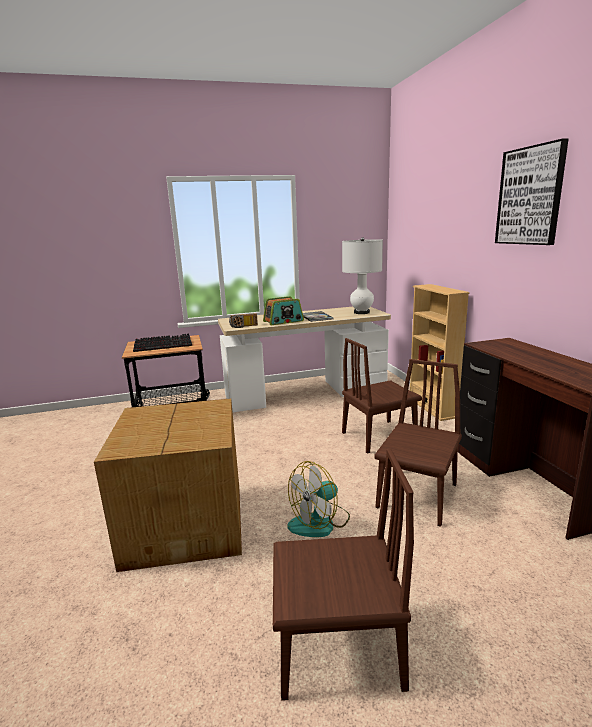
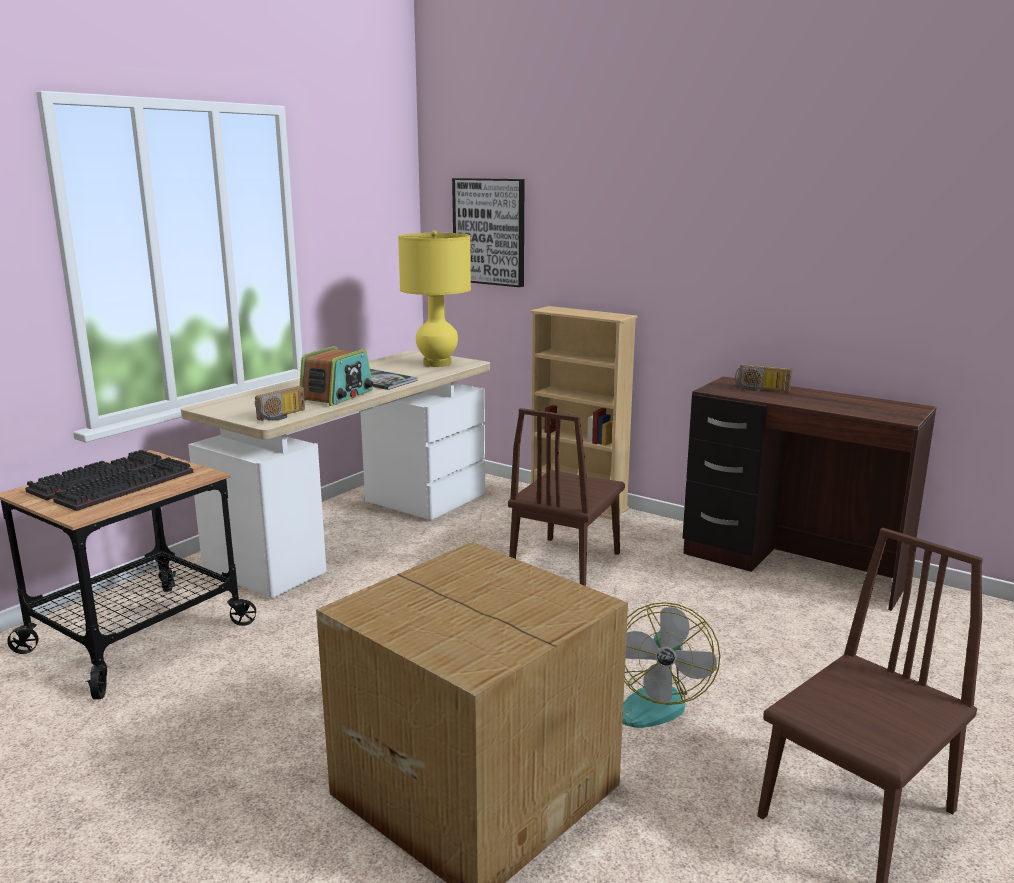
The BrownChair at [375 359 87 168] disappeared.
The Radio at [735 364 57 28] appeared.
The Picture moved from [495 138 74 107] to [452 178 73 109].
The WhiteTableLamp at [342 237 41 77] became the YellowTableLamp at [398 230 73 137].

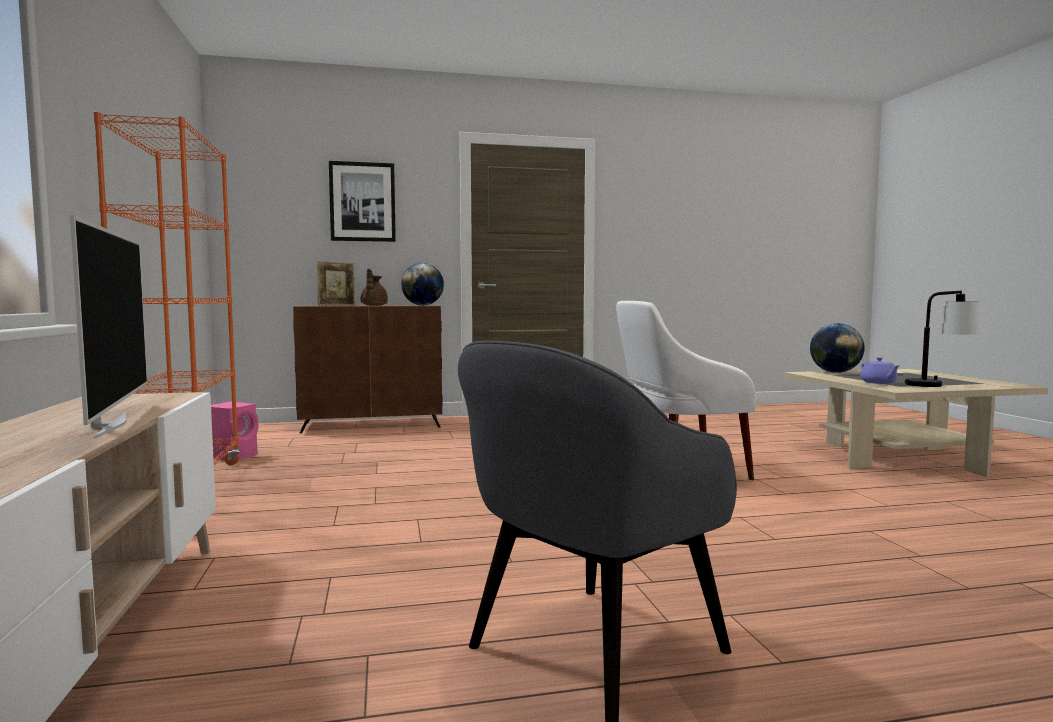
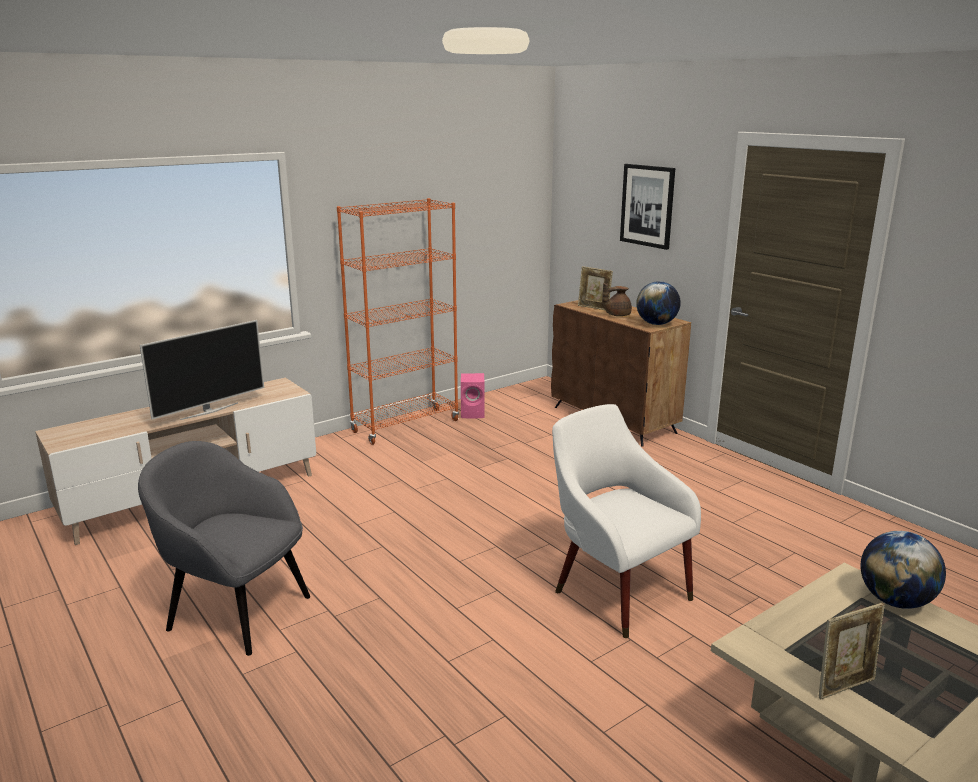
The PurpleTeapot at [860 357 39 27] disappeared.
The TableLamp at [905 291 75 96] was replaced by the PictureFrame at [819 603 66 96].

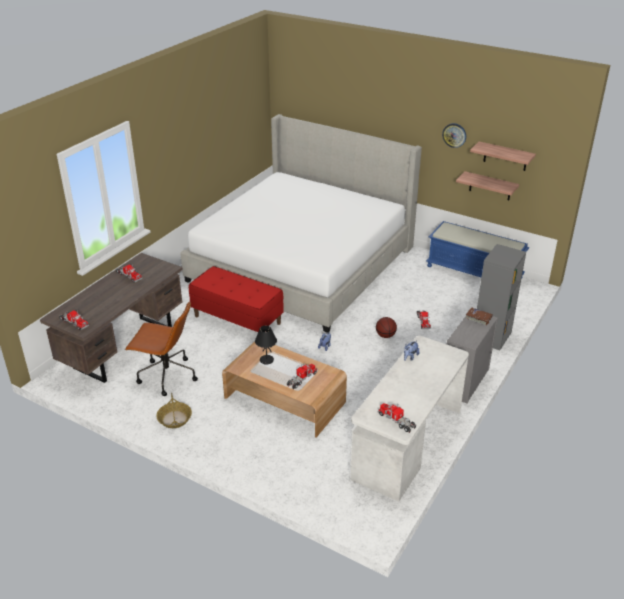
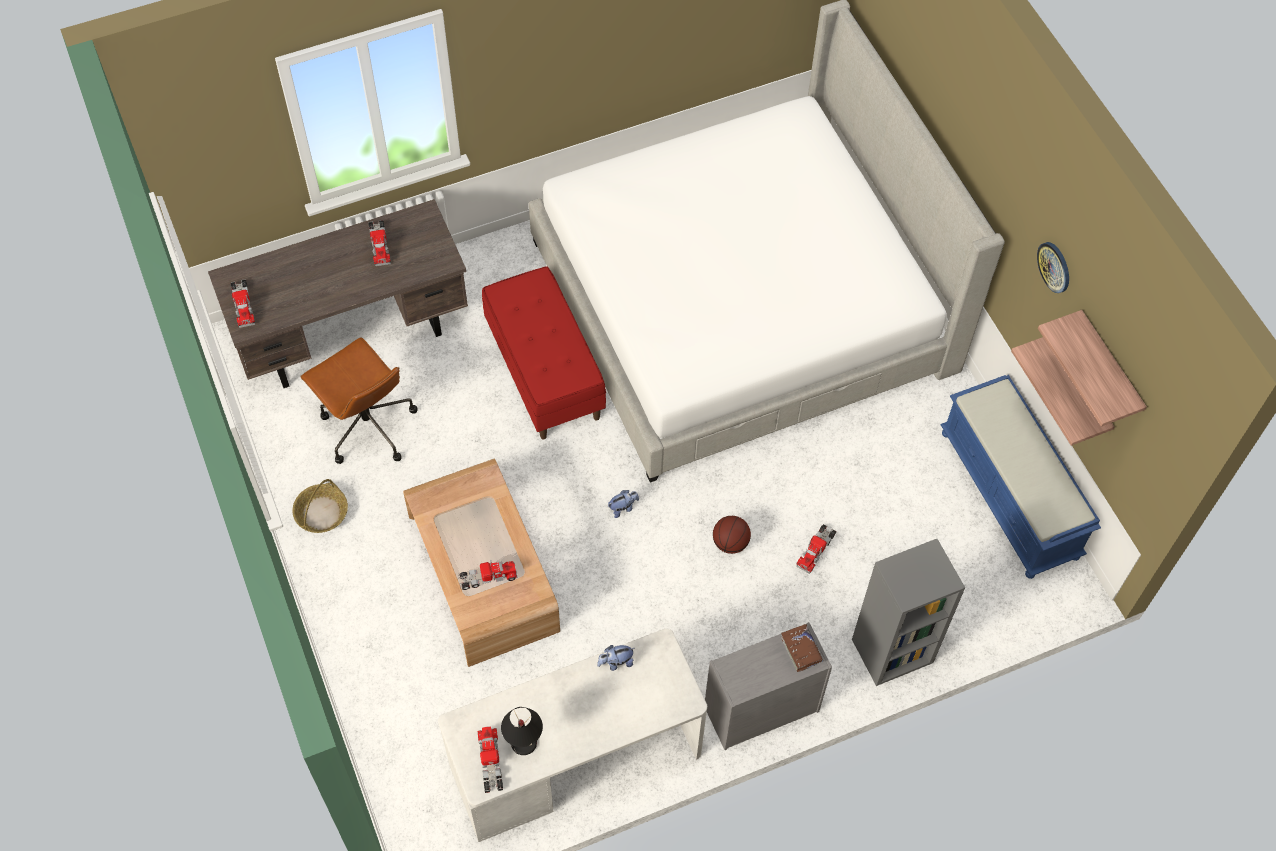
The BlackTableLamp moved from [255 325 22 40] to [501 707 42 48].

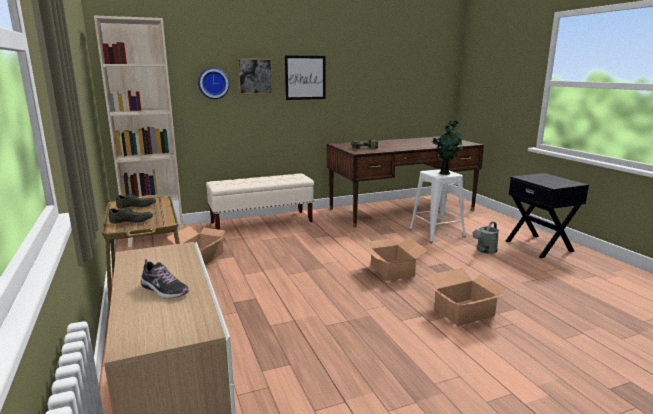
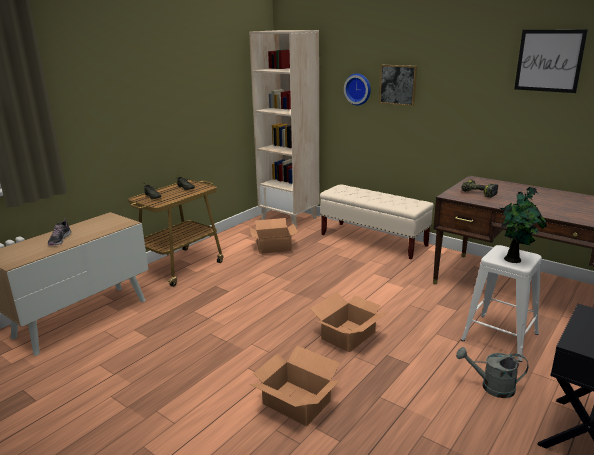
The Picture moved from [285 55 40 45] to [514 30 74 63].

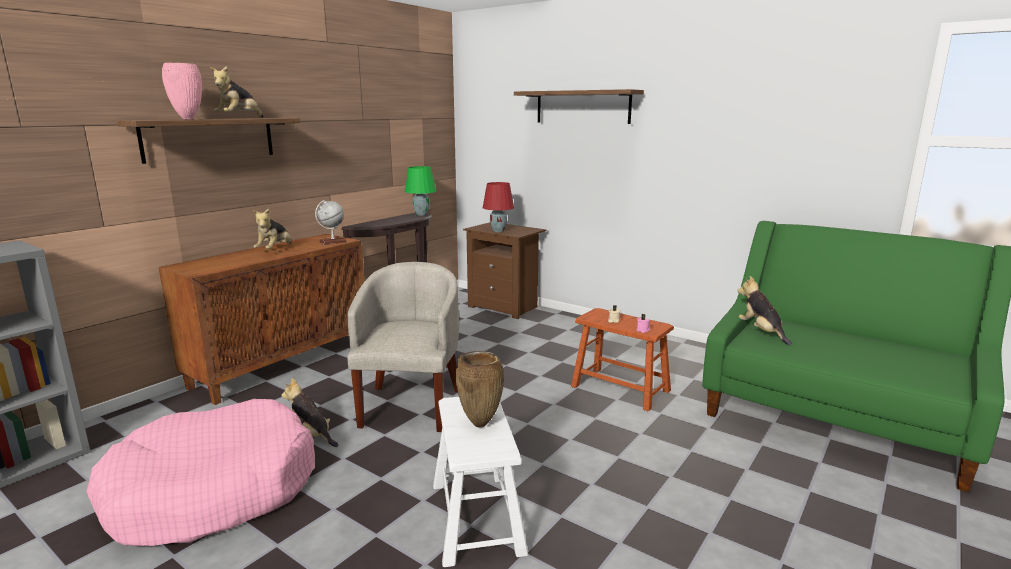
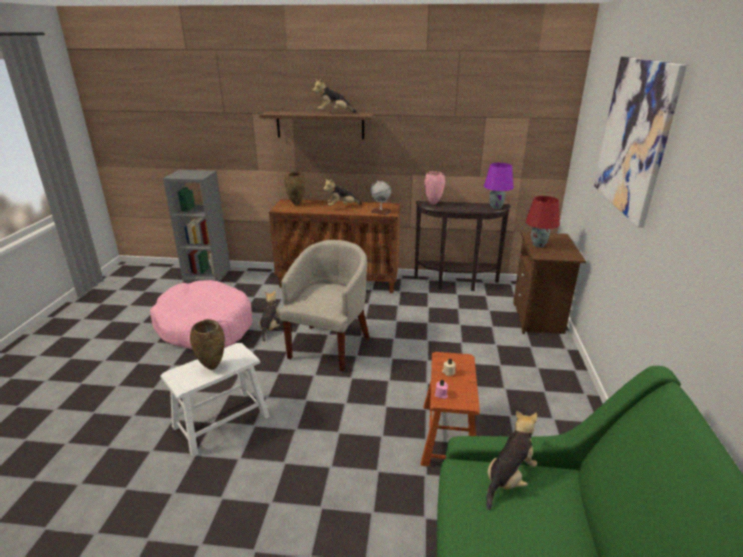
The BrownVase at [285 172 21 33] appeared.
The PinkVase moved from [162 63 40 56] to [424 171 21 34].
The Shelf at [514 89 130 35] was replaced by the Picture at [594 57 93 171].
The GreenTableLamp at [405 166 31 50] became the PurpleTableLamp at [484 163 29 46].
The BeigeArmchair at [347 262 112 170] turned 45 degrees counterclockwise.

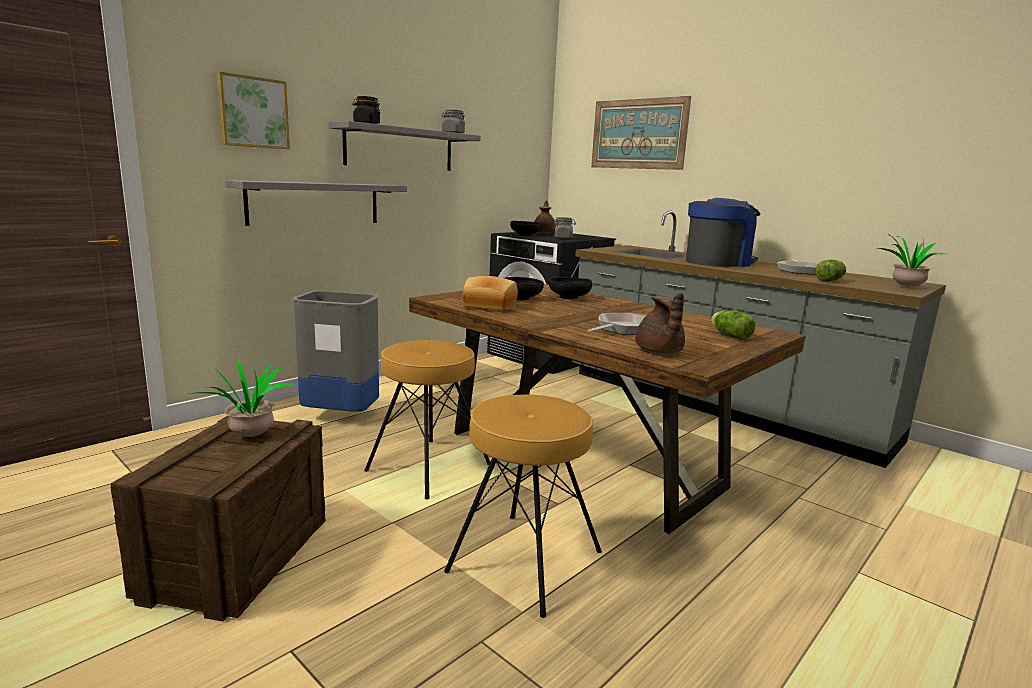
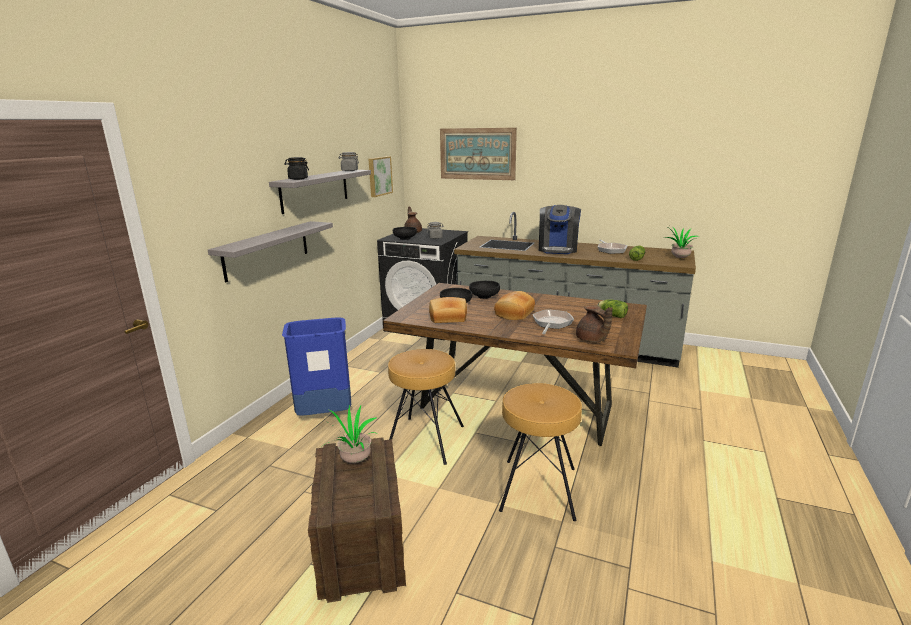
The Bread at [494 291 41 29] appeared.
The Picture moved from [216 71 74 78] to [369 156 24 41].
The GreyTrashCan at [292 291 88 121] became the BlueTrashCan at [282 317 69 99].
The CoffeeMachine at [686 198 74 69] turned 150 degrees clockwise.

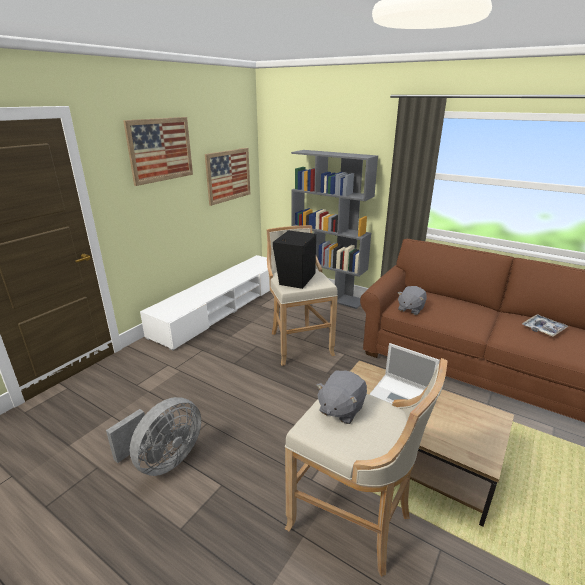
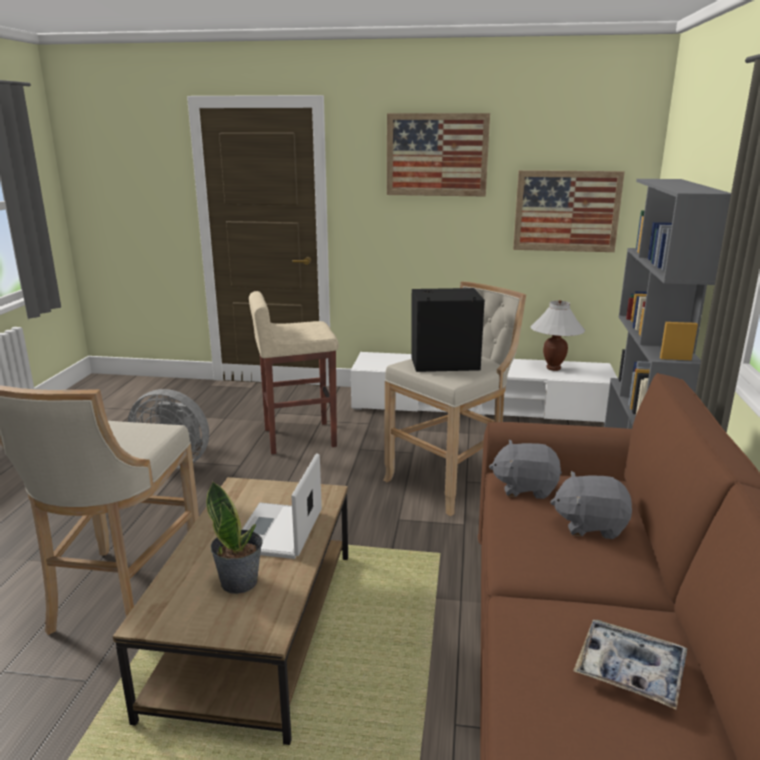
The PottedPlant at [206 481 57 113] appeared.
The BeigeStool at [249 291 90 163] appeared.
The WhiteTableLamp at [530 300 55 71] appeared.
The GreyPlushToy moved from [316 370 51 54] to [550 471 82 68].

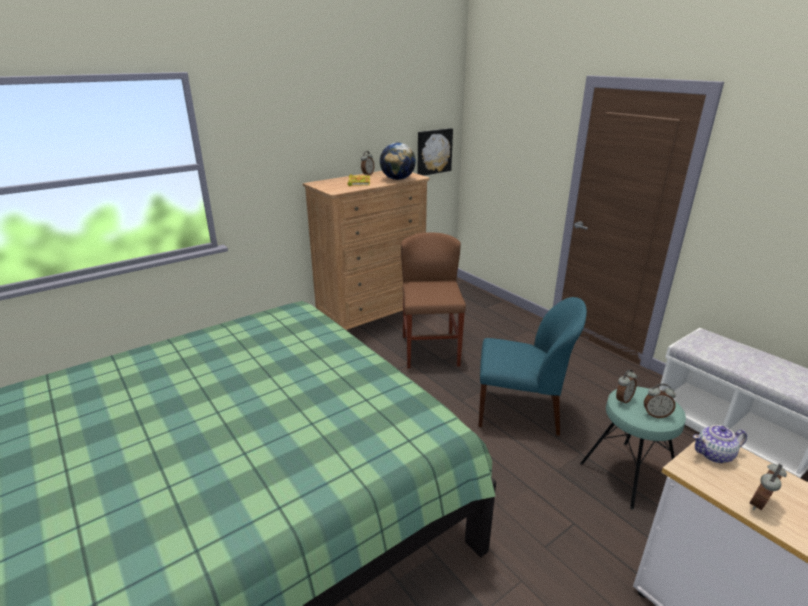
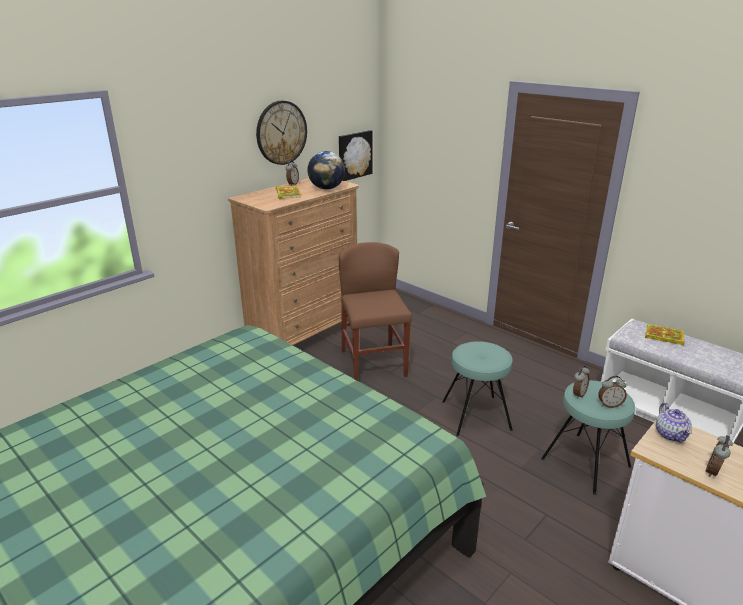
The WallClock at [256 101 51 64] appeared.
The Book at [645 324 40 22] appeared.
The BlueChair at [478 297 109 139] was replaced by the TurquoiseStool at [442 341 71 95].
The Teapot at [693 425 54 38] turned 75 degrees counterclockwise.

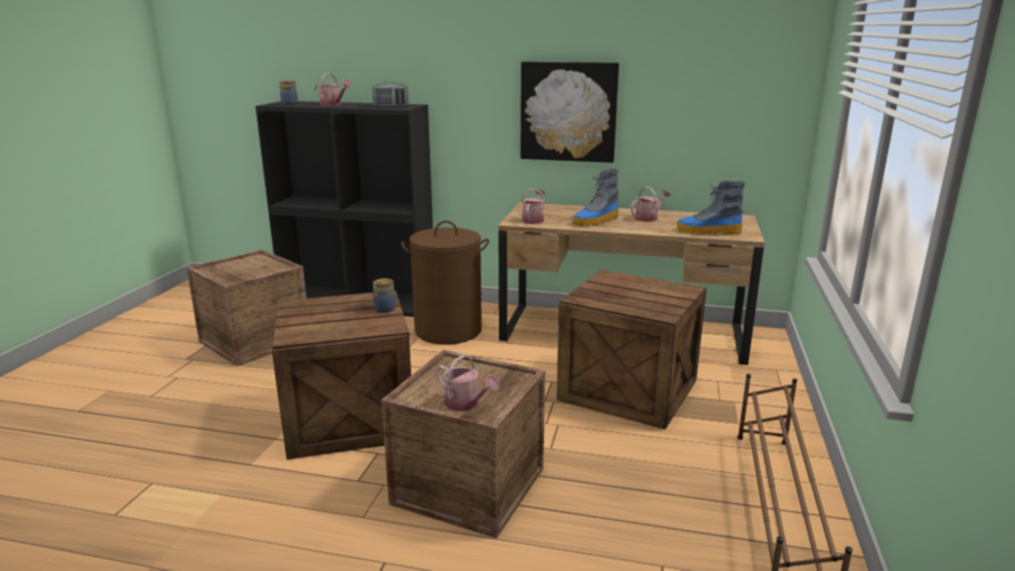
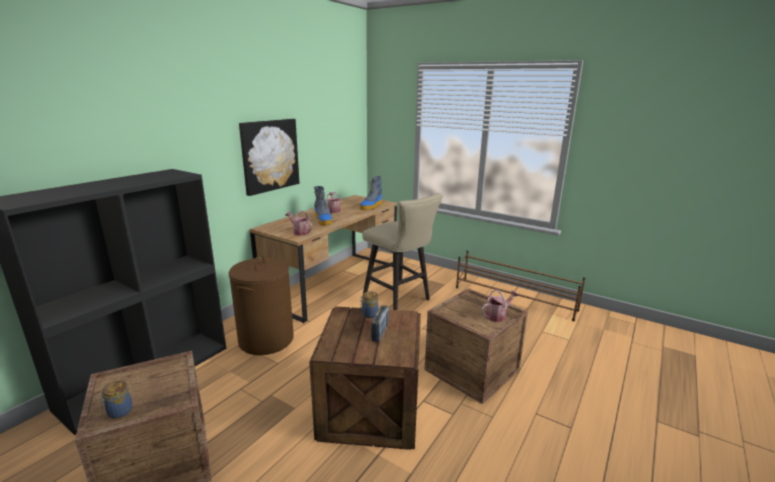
The WateringCan at [314 73 38 33] disappeared.
The Jar moved from [280 80 18 25] to [99 381 34 38].
The Radio moved from [372 83 37 24] to [371 305 18 37].
The Crate at [557 270 150 159] was replaced by the BeigeStool at [362 193 81 117].

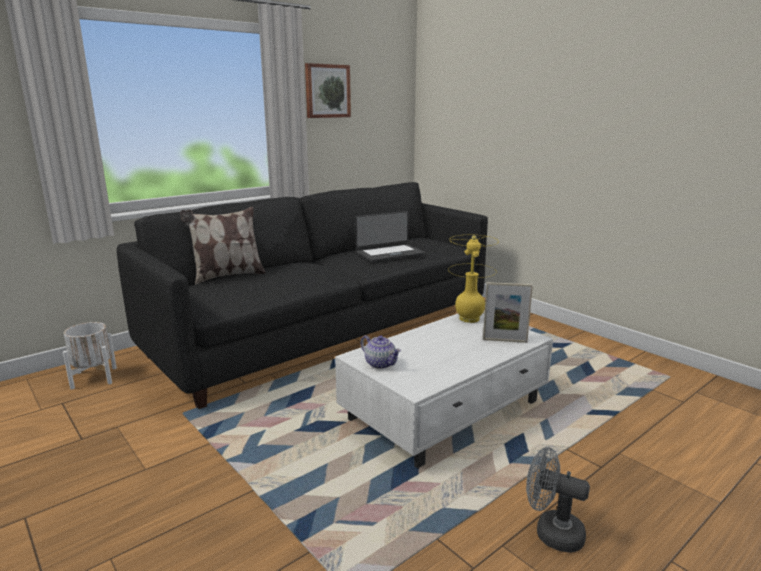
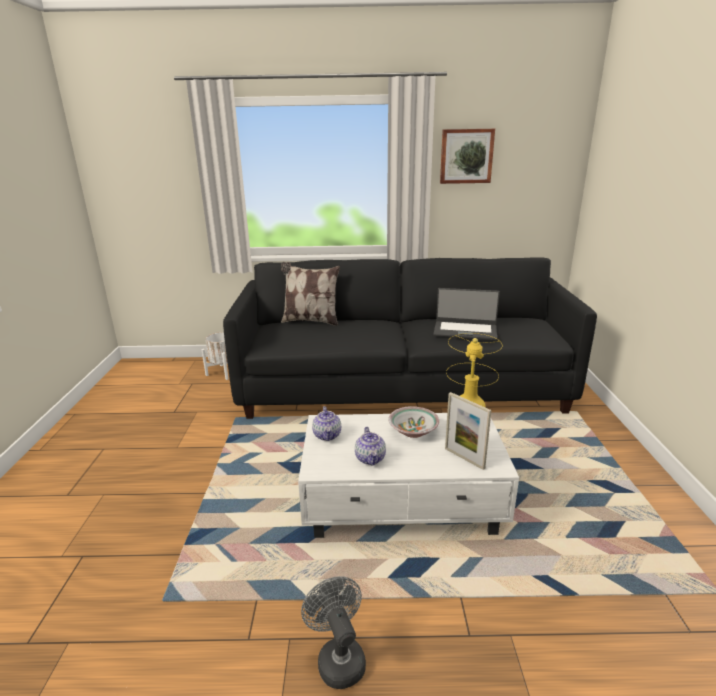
The Teapot at [355 427 31 39] appeared.
The Bowl at [388 406 51 32] appeared.

